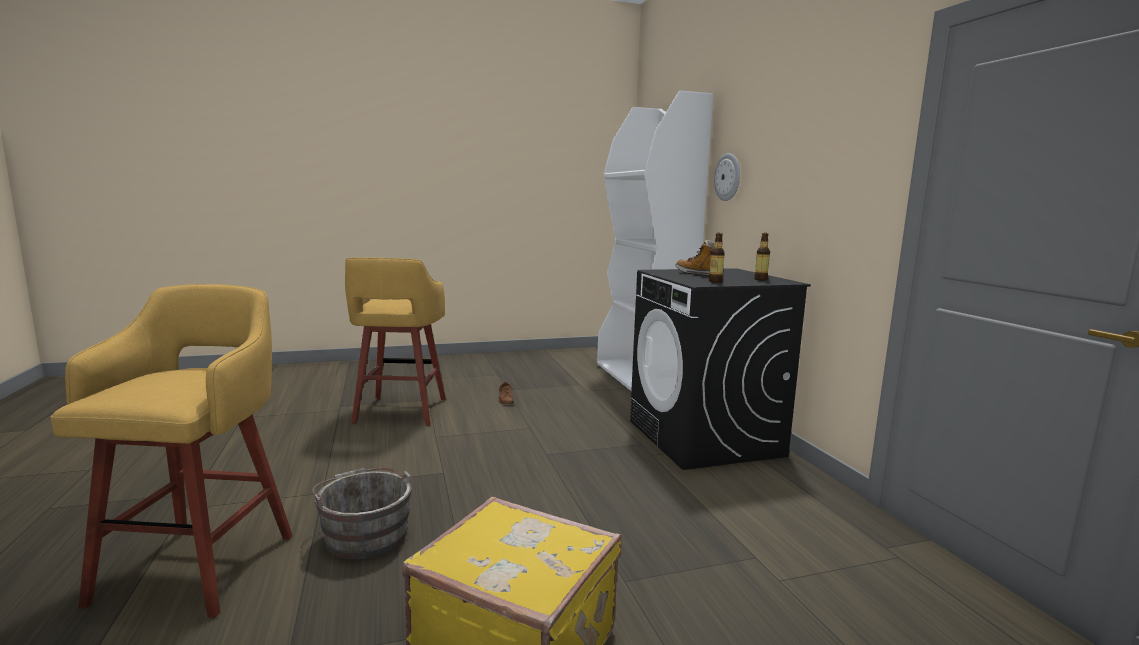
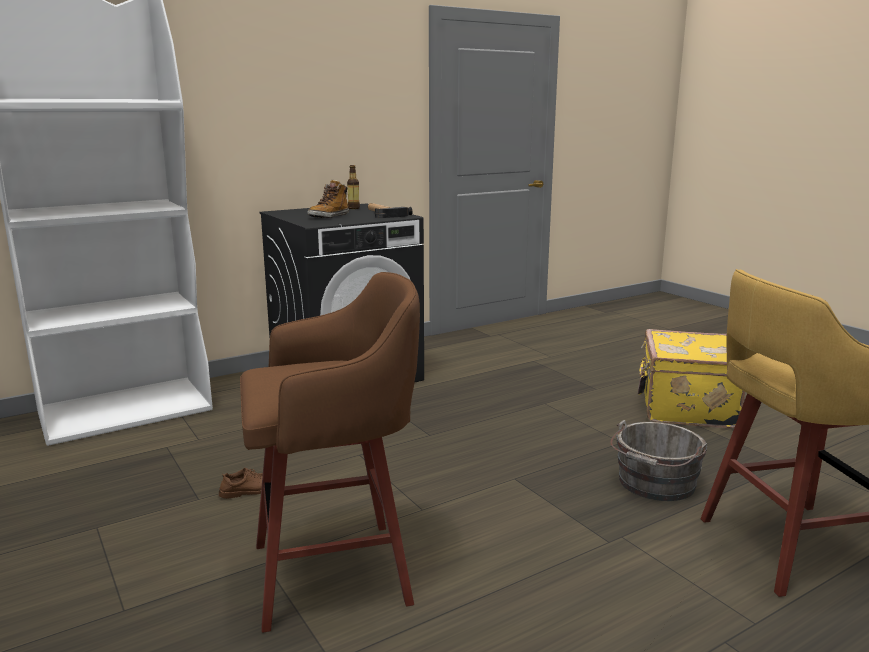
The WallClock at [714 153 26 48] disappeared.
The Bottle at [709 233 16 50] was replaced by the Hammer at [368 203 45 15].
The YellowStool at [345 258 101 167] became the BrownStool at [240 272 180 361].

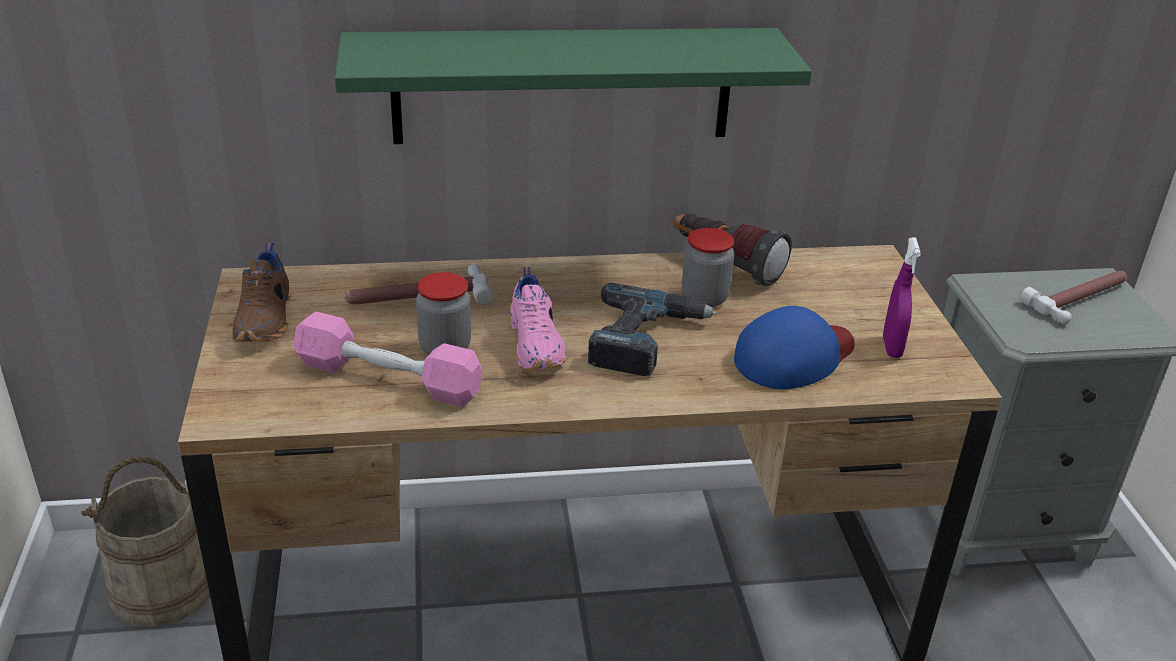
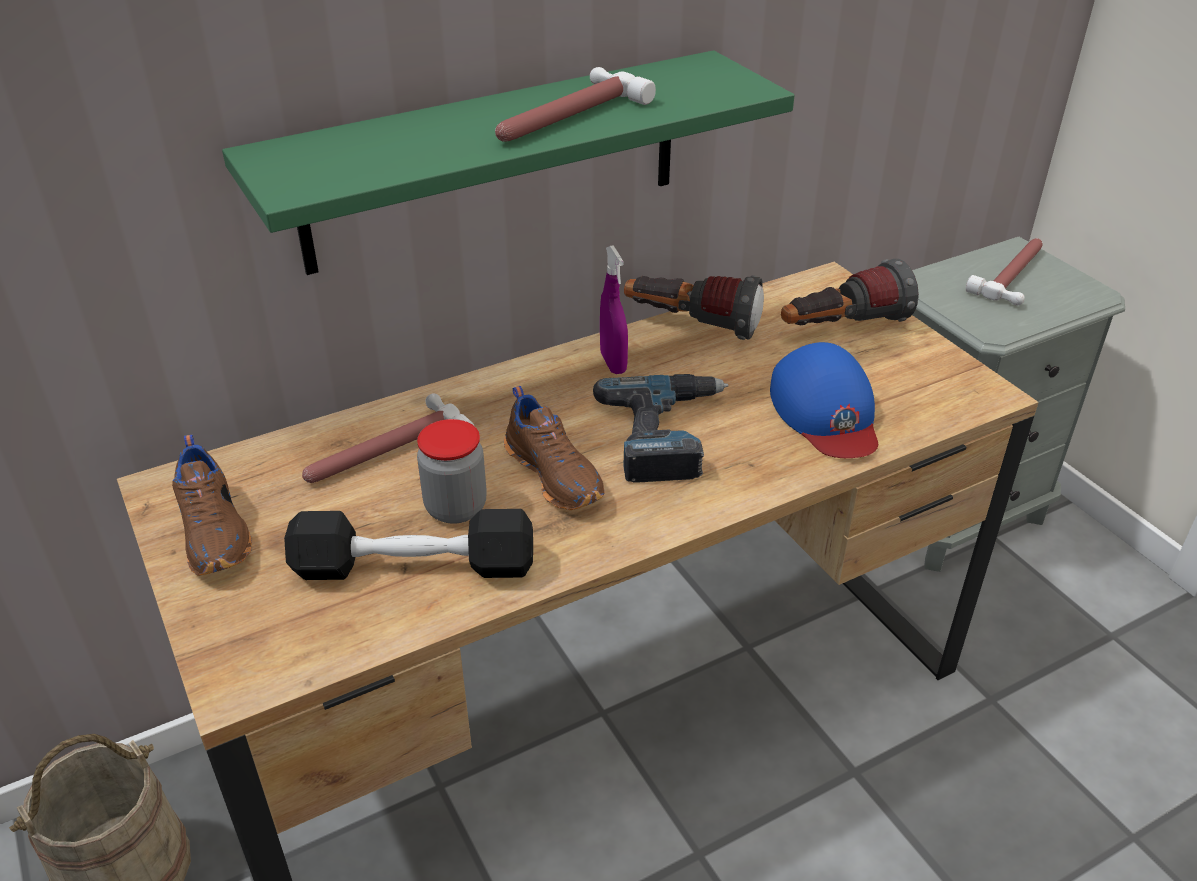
The Jar at [682 228 52 80] disappeared.
The Hammer at [495 67 161 75] appeared.
The Flashlight at [781 259 138 67] appeared.
The PurpleSprayBottle moved from [883 237 38 121] to [600 245 28 129].
The PinkDumbbell at [293 312 190 95] became the BlackDumbbell at [284 509 249 71].
The PinkShoe at [508 267 58 103] became the BrownShoe at [504 386 101 124].
The BlueCap at [734 306 121 83] turned 135 degrees clockwise.

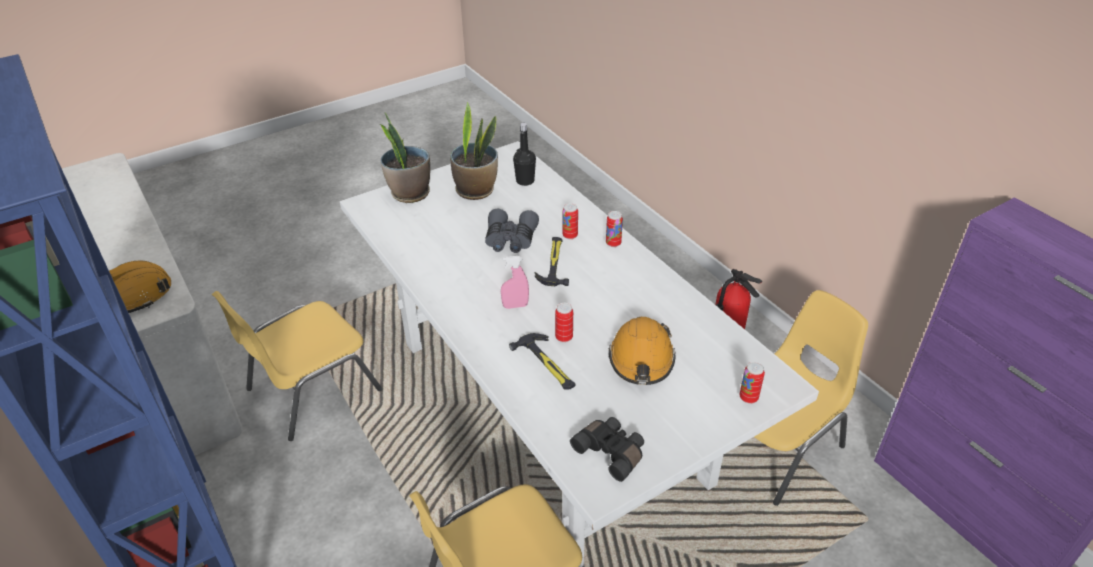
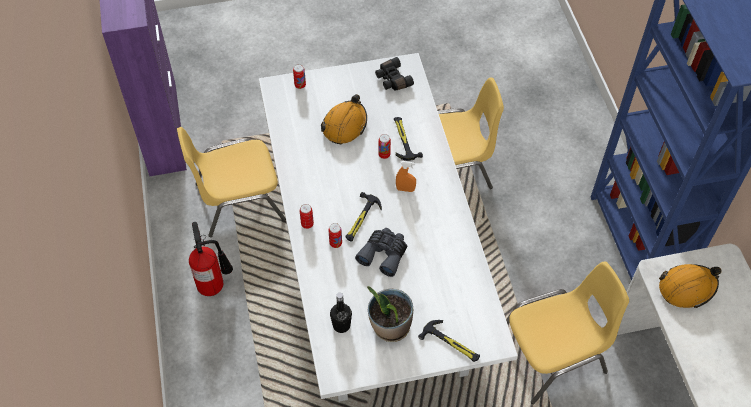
The PottedPlant at [380 113 50 90] was replaced by the Hammer at [418 320 62 42].
The PinkSprayBottle at [501 256 28 53] became the OrangeSprayBottle at [396 161 20 31].

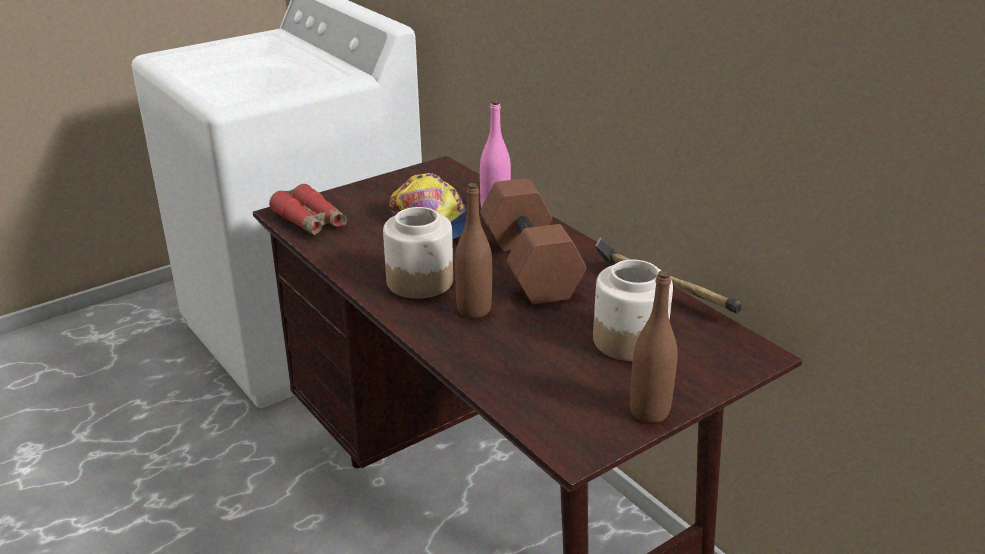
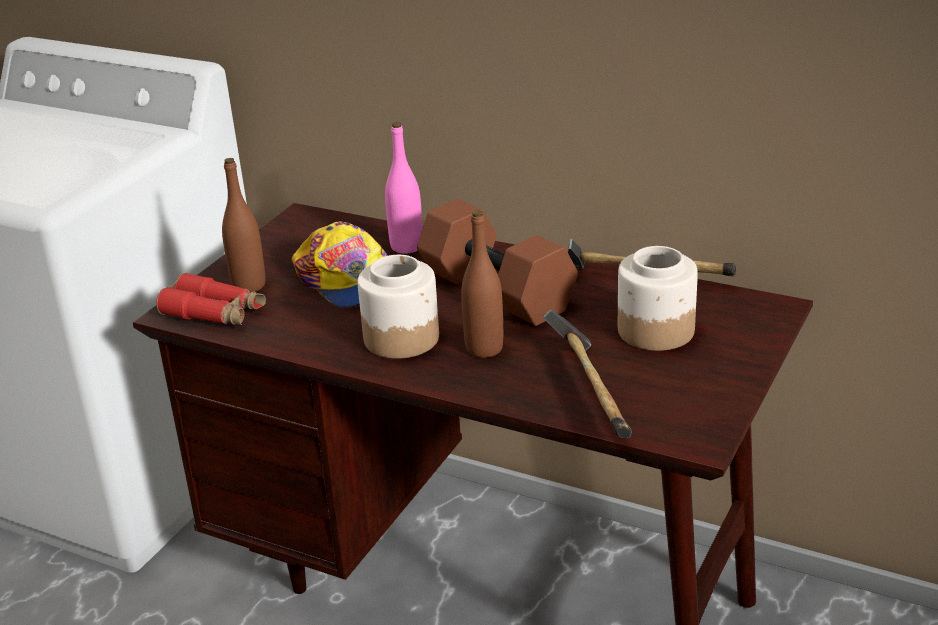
The Hammer at [542 309 90 130] appeared.
The BrownBottle moved from [630 270 48 153] to [222 158 43 135].

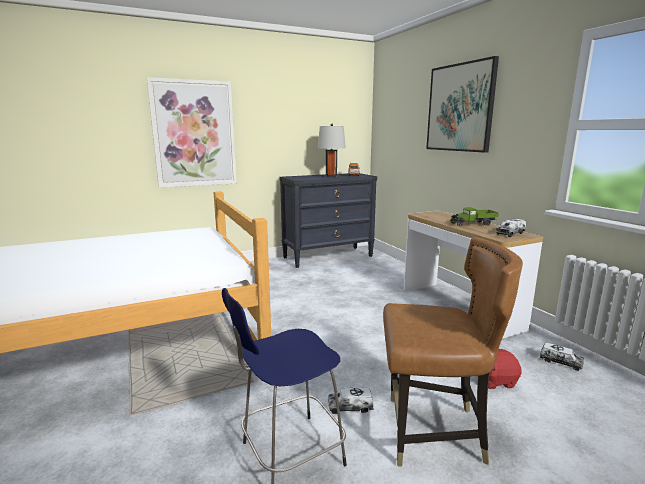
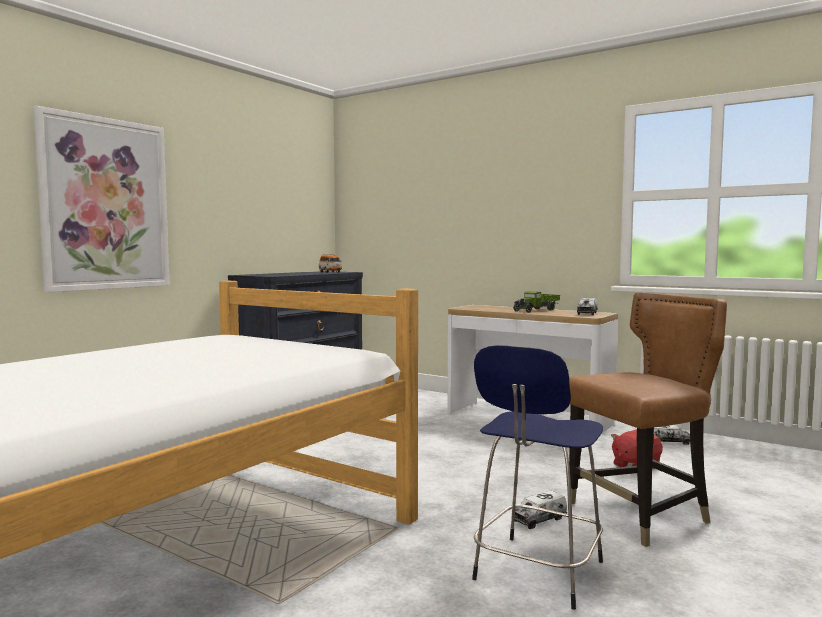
The GreyTableLamp at [318 123 28 54] disappeared.
The Picture at [426 56 73 97] disappeared.

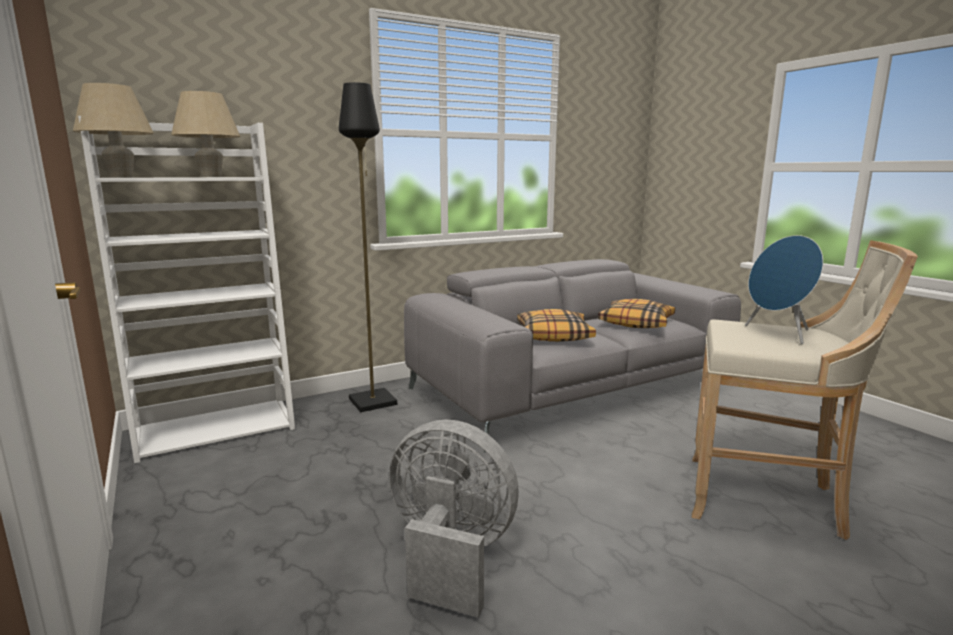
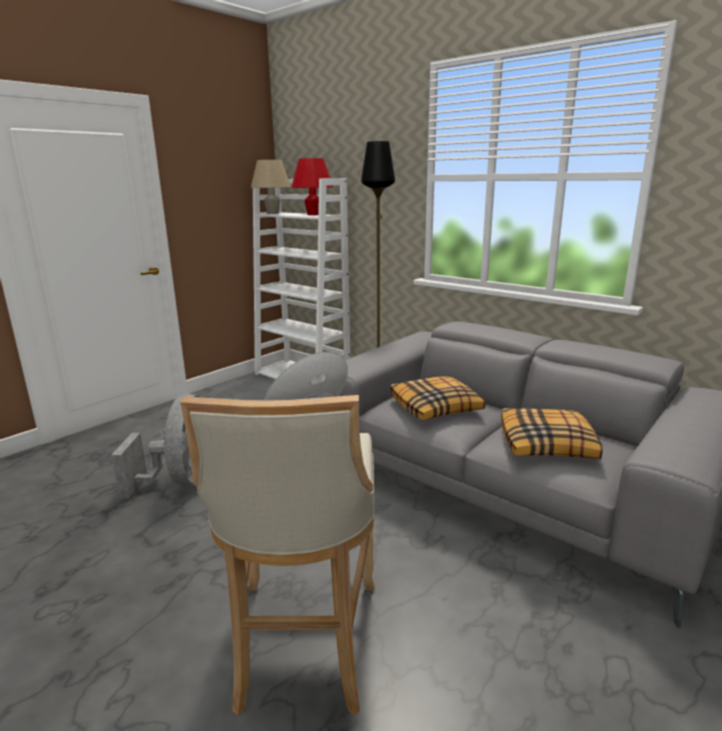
The BeigeTableLamp at [171 91 69 86] became the RedTableLamp at [291 158 42 57].

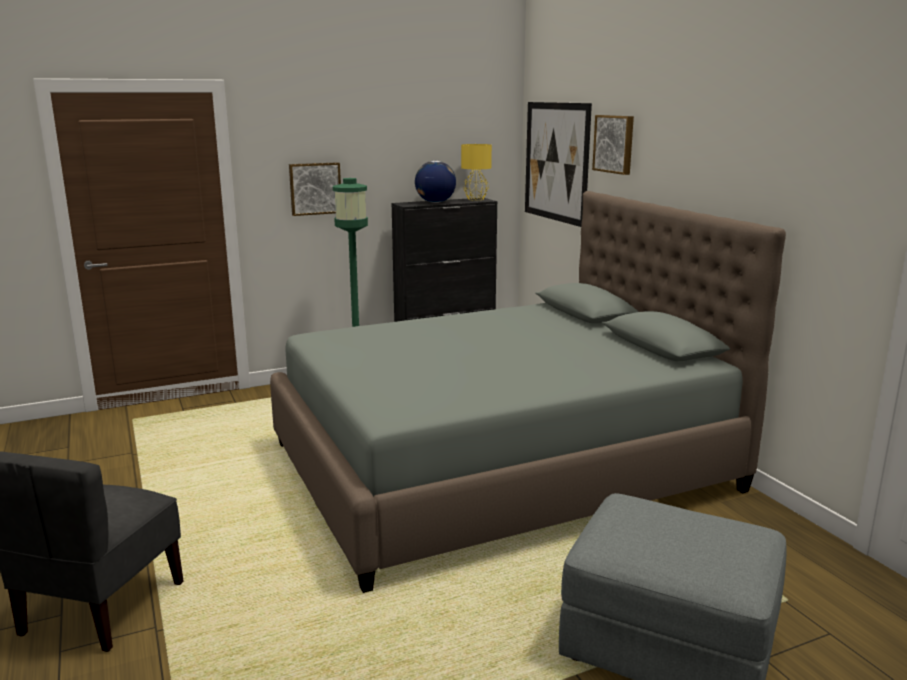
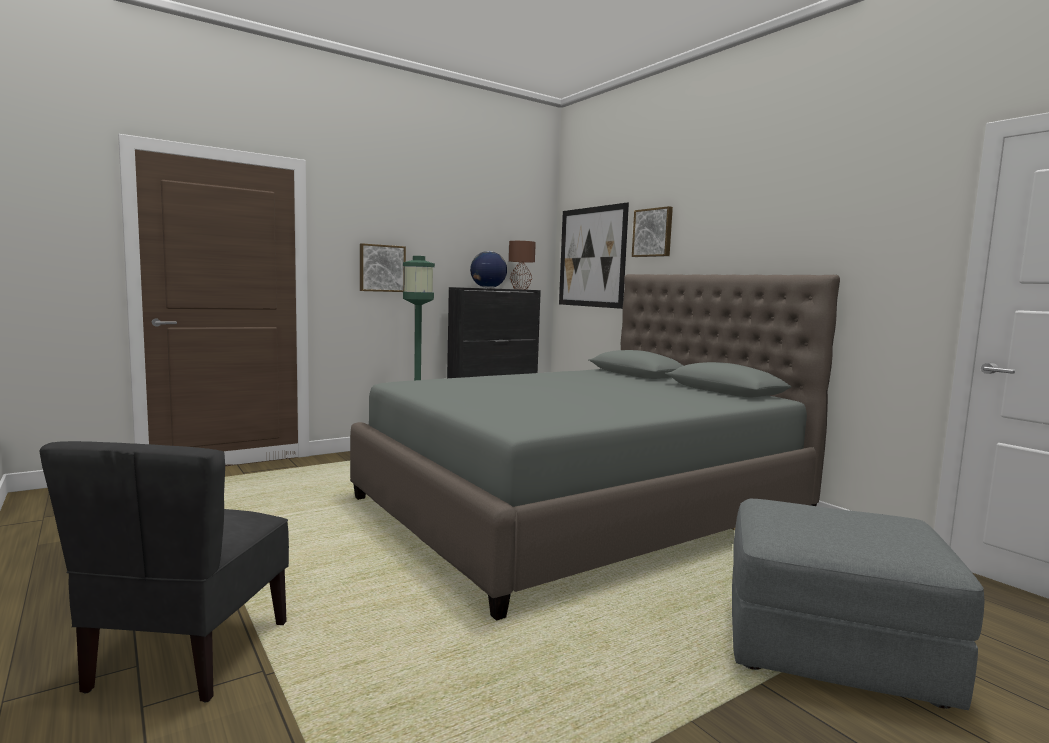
The YellowTableLamp at [461 144 31 57] became the BrownTableLamp at [509 241 27 48].

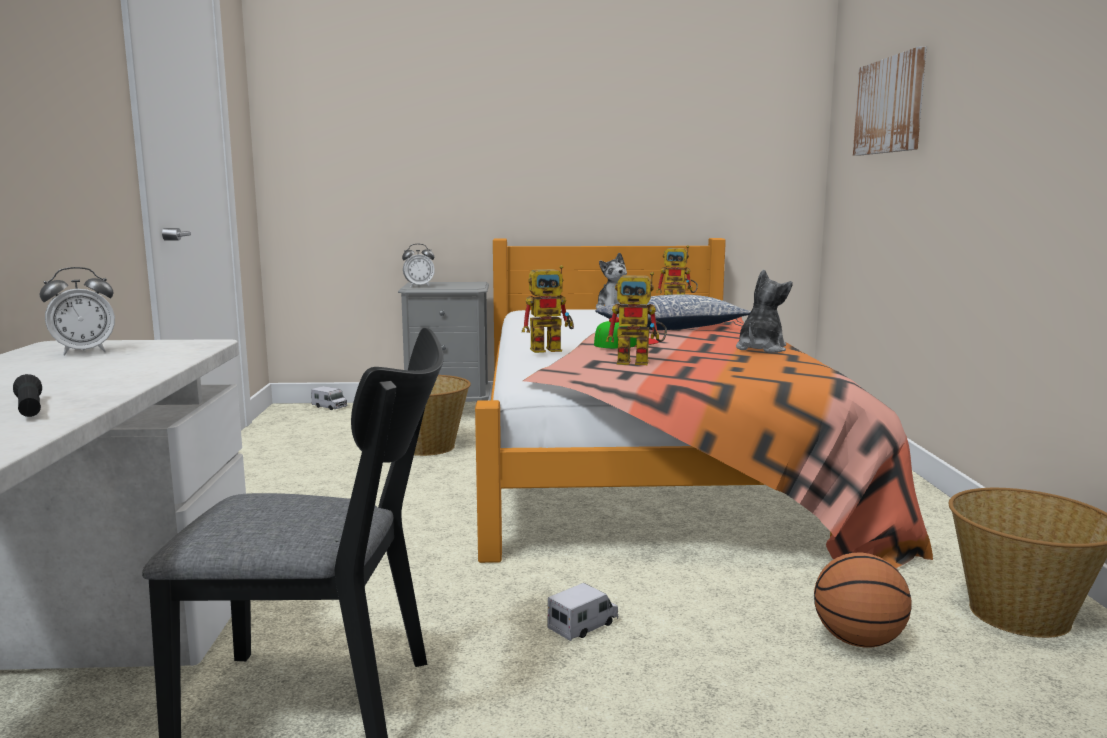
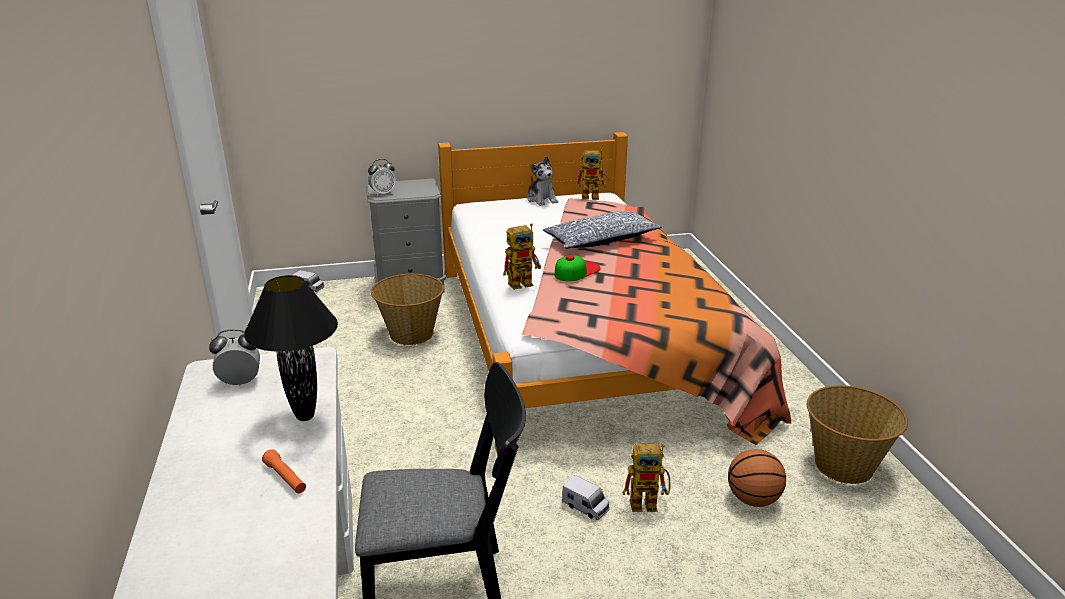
The PlushToy at [736 270 56 83] disappeared.
The Picture at [853 47 74 109] disappeared.
The BlackTableLamp at [244 275 94 146] appeared.
The ToyRobot moved from [606 272 61 93] to [623 443 47 69].
The BlackFlashlight at [13 374 29 43] became the OrangeFlashlight at [262 449 44 45].
The AlarmClock at [40 267 75 89] turned 150 degrees counterclockwise.
The ToyTruck at [547 583 71 58] turned 90 degrees clockwise.

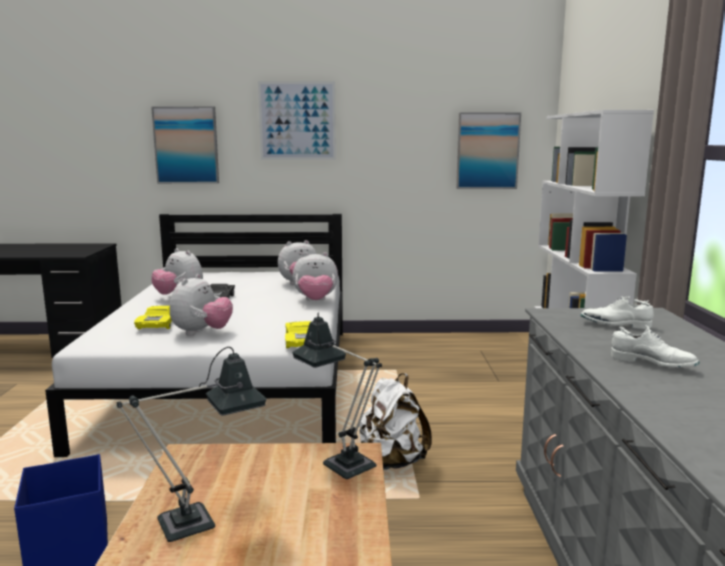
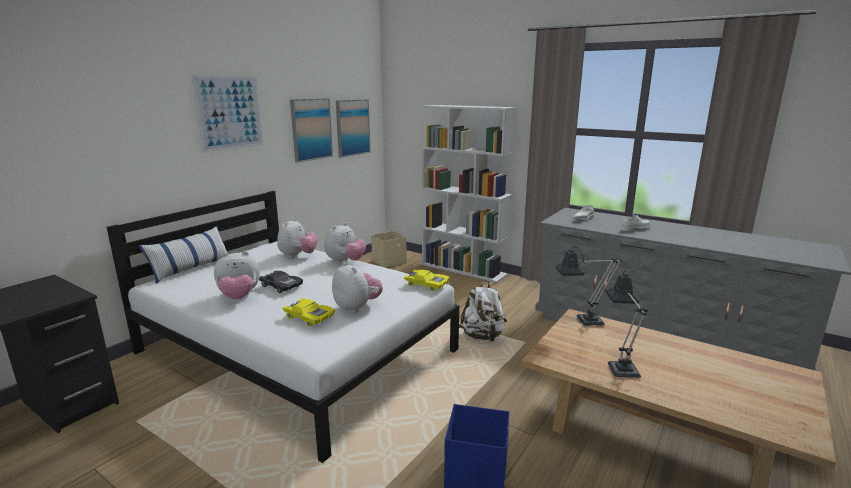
The Pillow at [138 226 91 58] appeared.
The BeigeStorageBox at [371 231 36 37] appeared.
The Picture moved from [151 106 68 78] to [290 98 43 65].

